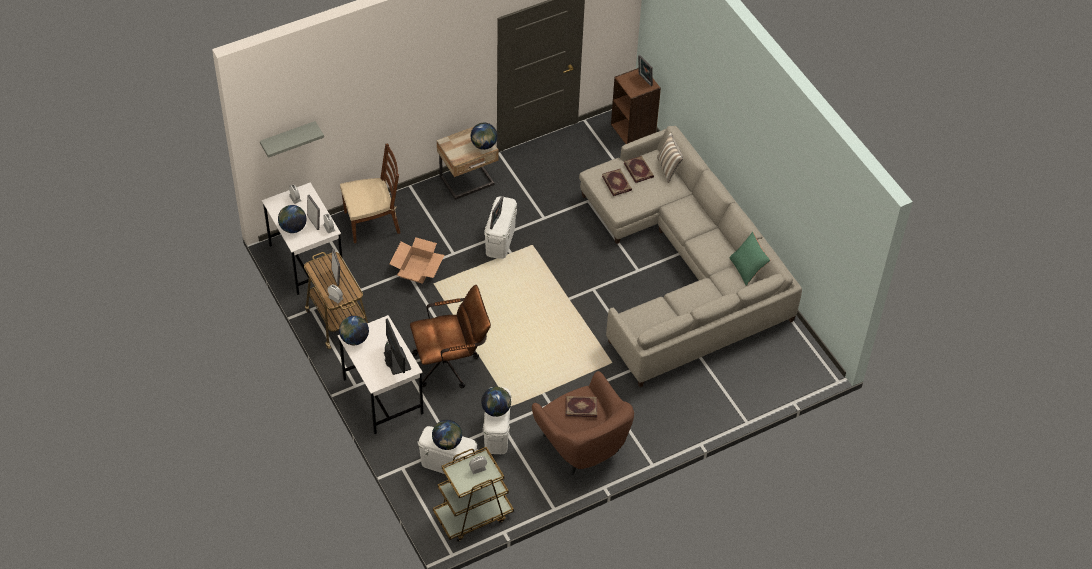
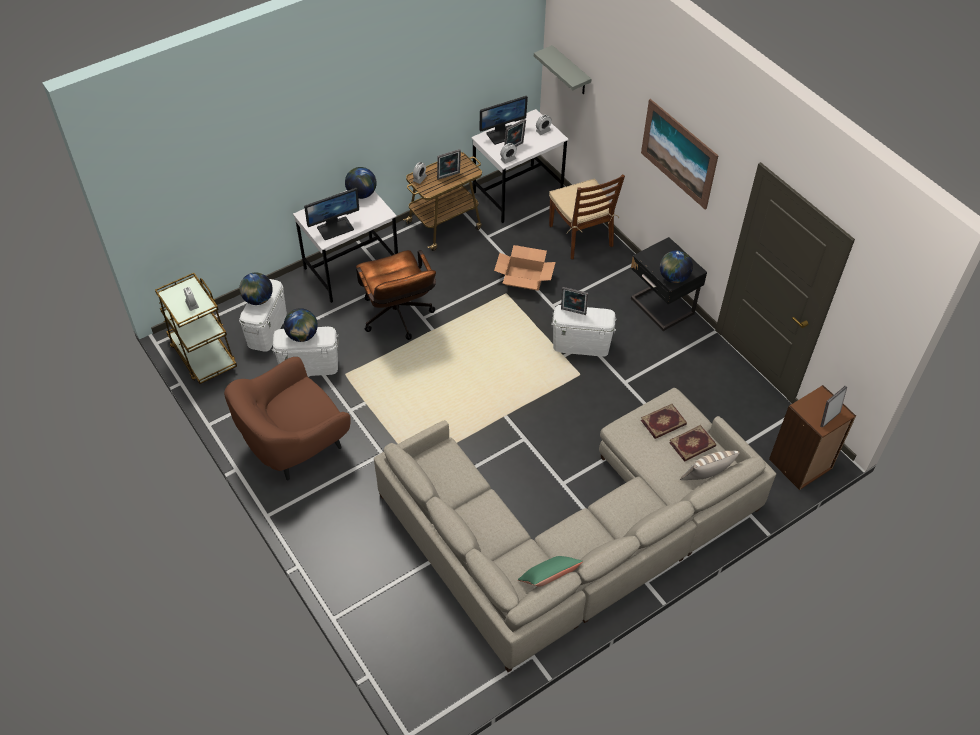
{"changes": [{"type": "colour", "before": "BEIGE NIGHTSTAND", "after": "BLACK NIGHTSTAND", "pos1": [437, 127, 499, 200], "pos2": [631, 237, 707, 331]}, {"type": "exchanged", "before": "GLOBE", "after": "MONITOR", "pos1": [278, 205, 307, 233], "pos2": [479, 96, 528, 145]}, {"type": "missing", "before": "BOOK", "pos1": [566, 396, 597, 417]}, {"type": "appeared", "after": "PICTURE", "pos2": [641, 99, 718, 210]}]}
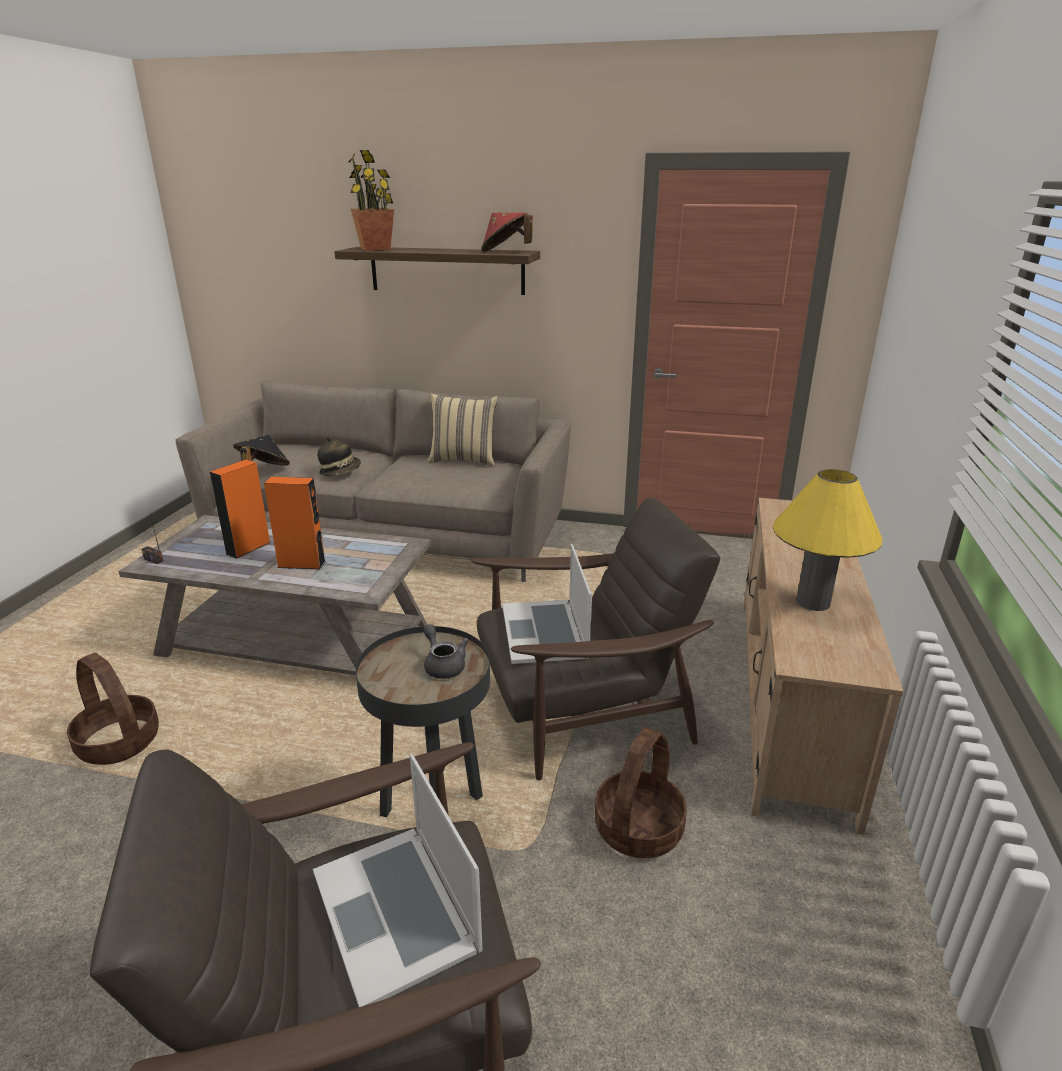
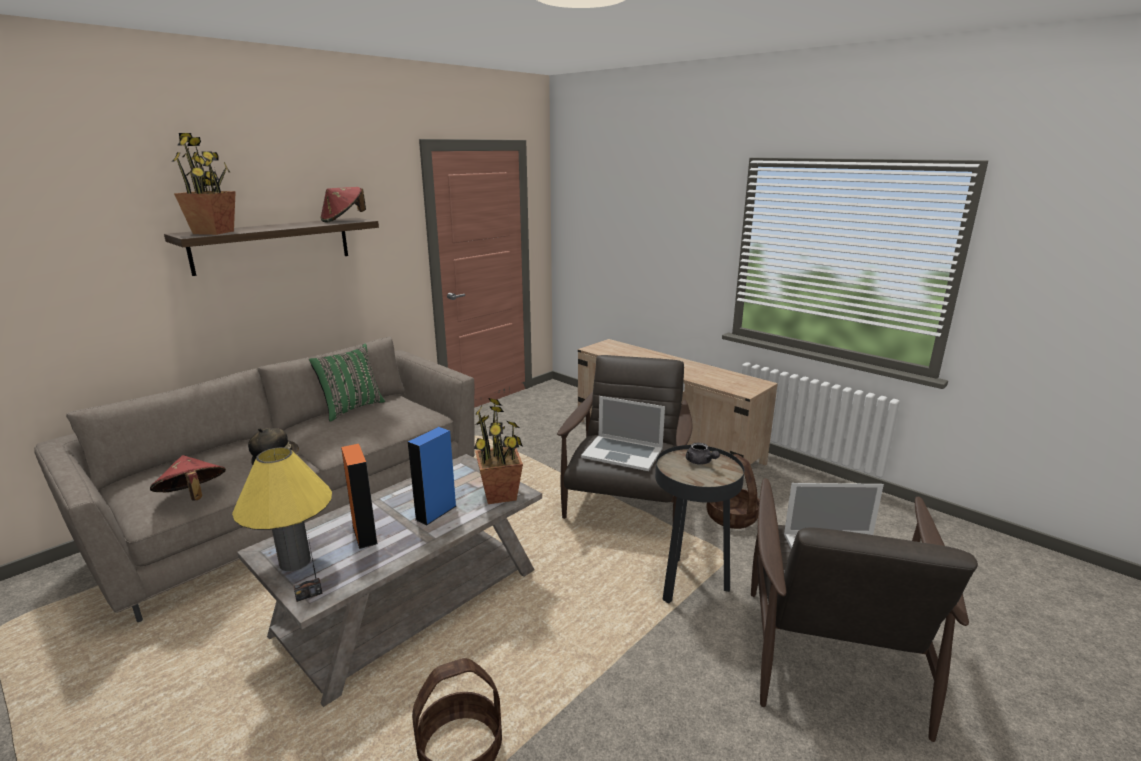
{"changes": [{"type": "colour", "before": "BEIGE PILLOW", "after": "GREEN PILLOW", "pos1": [428, 394, 498, 467], "pos2": [309, 343, 385, 422]}, {"type": "colour", "before": "BLACK HAT", "after": "RED HAT", "pos1": [233, 435, 290, 465], "pos2": [150, 455, 226, 501]}, {"type": "relocated", "before": "YELLOW TABLE LAMP", "pos1": [773, 469, 882, 611], "pos2": [232, 447, 332, 571]}, {"type": "colour", "before": "ORANGE SPEAKER", "after": "BLUE SPEAKER", "pos1": [264, 477, 326, 569], "pos2": [408, 427, 456, 525]}, {"type": "spun", "before": "GREY TEAPOT", "pos1": [423, 624, 468, 679], "pos2": [686, 443, 720, 465], "turn": -120}, {"type": "appeared", "after": "POTTED PLANT", "pos2": [474, 398, 523, 504]}]}
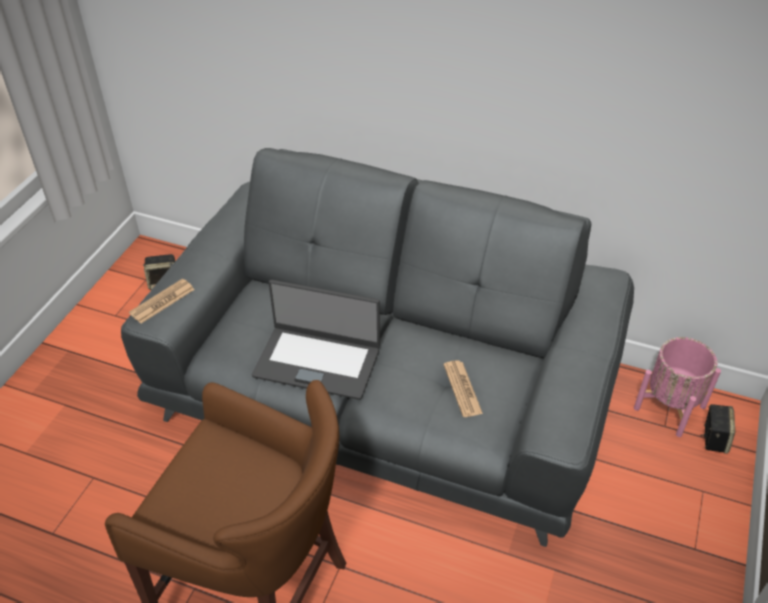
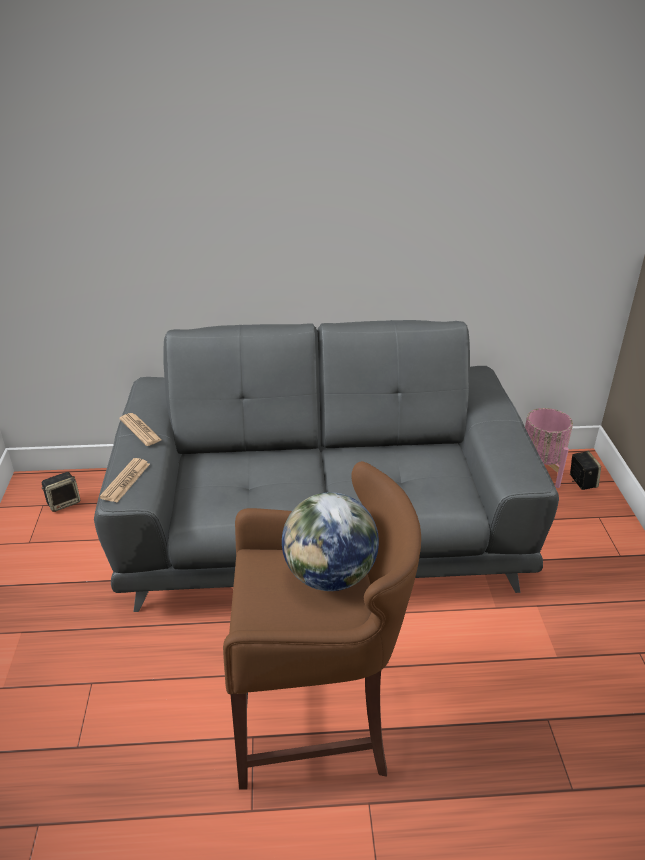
{"changes": [{"type": "missing", "before": "LAPTOP", "pos1": [252, 280, 380, 400]}, {"type": "relocated", "before": "NEWSPAPER", "pos1": [443, 360, 483, 417], "pos2": [119, 413, 162, 446]}, {"type": "appeared", "after": "GLOBE", "pos2": [282, 492, 379, 591]}]}
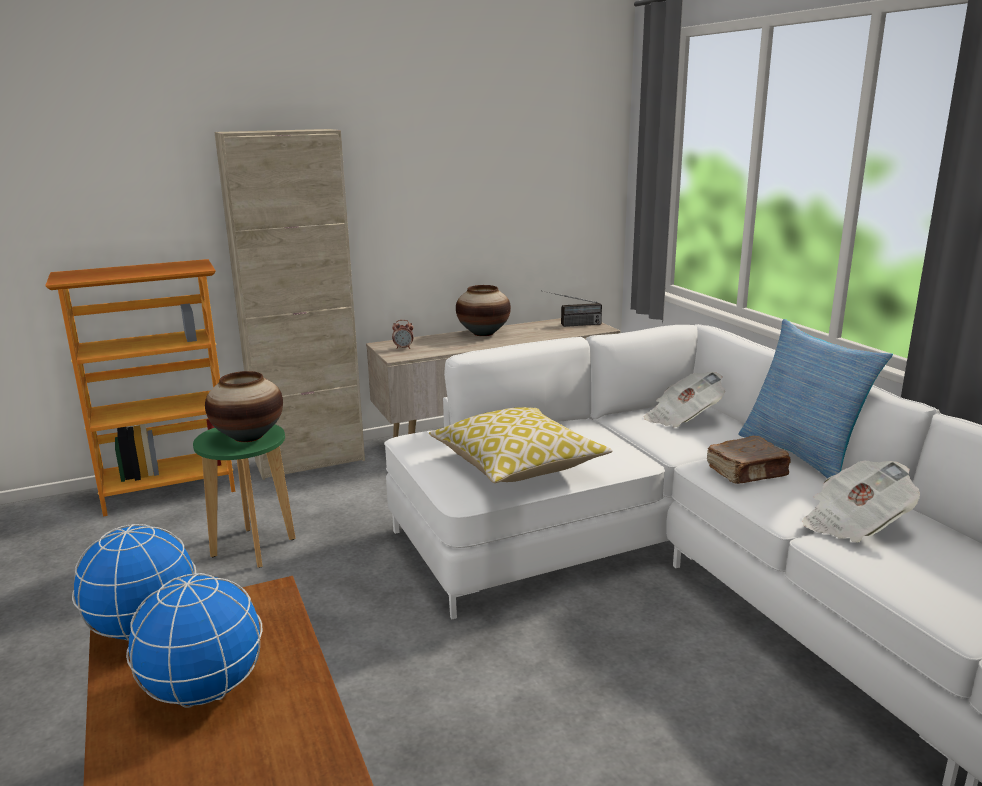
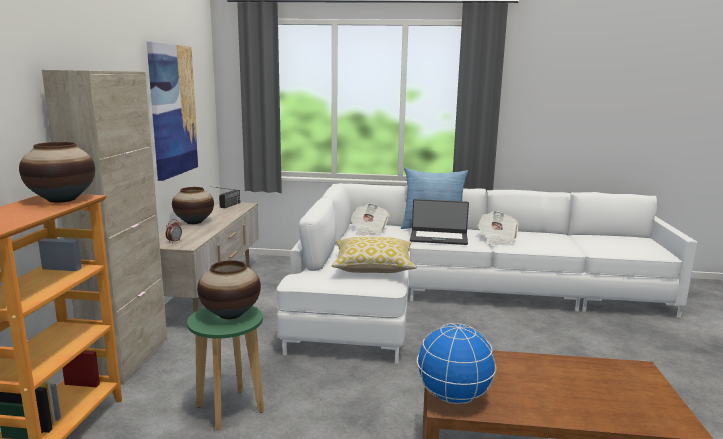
{"changes": [{"type": "exchanged", "before": "BROWN BOOK", "after": "LAPTOP", "pos1": [707, 436, 791, 484], "pos2": [410, 199, 469, 245]}, {"type": "missing", "before": "GLOBE", "pos1": [126, 573, 262, 708]}, {"type": "appeared", "after": "PICTURE", "pos2": [147, 42, 199, 181]}, {"type": "appeared", "after": "VASE", "pos2": [19, 142, 95, 203]}]}
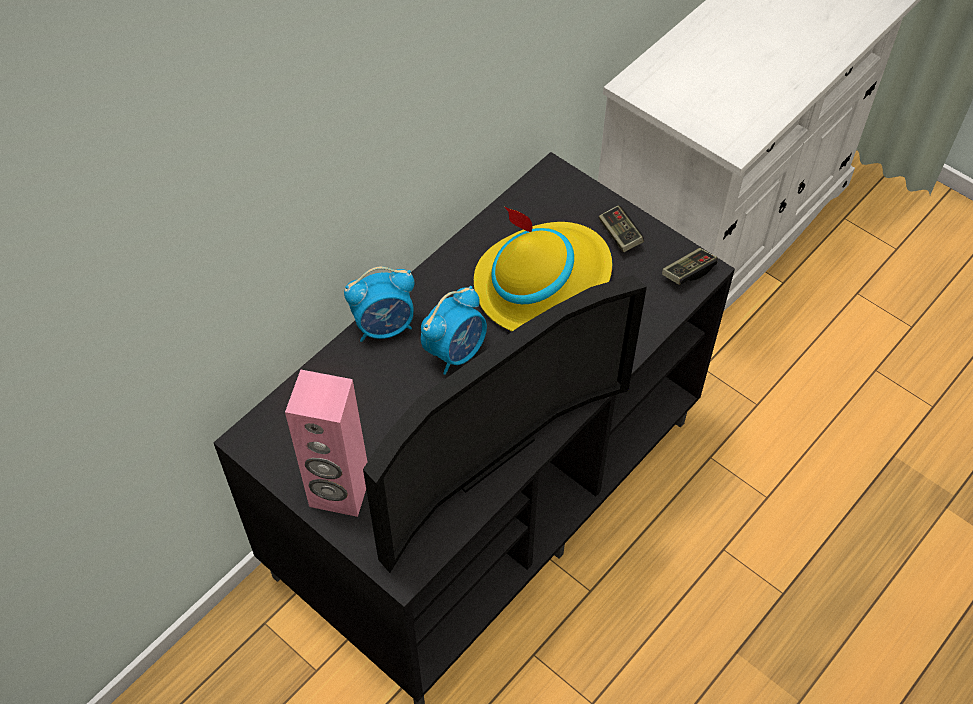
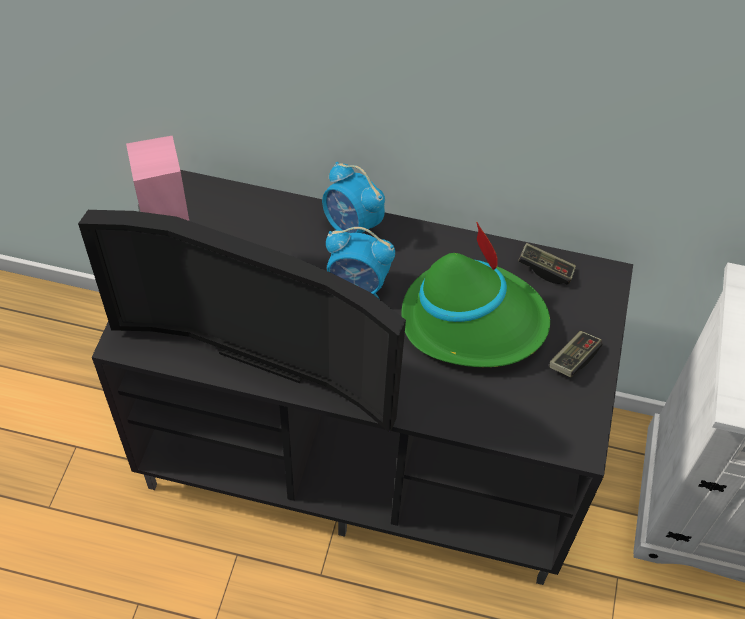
{"changes": [{"type": "colour", "before": "YELLOW HAT", "after": "GREEN HAT", "pos1": [474, 206, 612, 331], "pos2": [401, 222, 550, 367]}, {"type": "relocated", "before": "GAME CONTROLLER", "pos1": [662, 248, 718, 285], "pos2": [518, 243, 576, 285]}]}
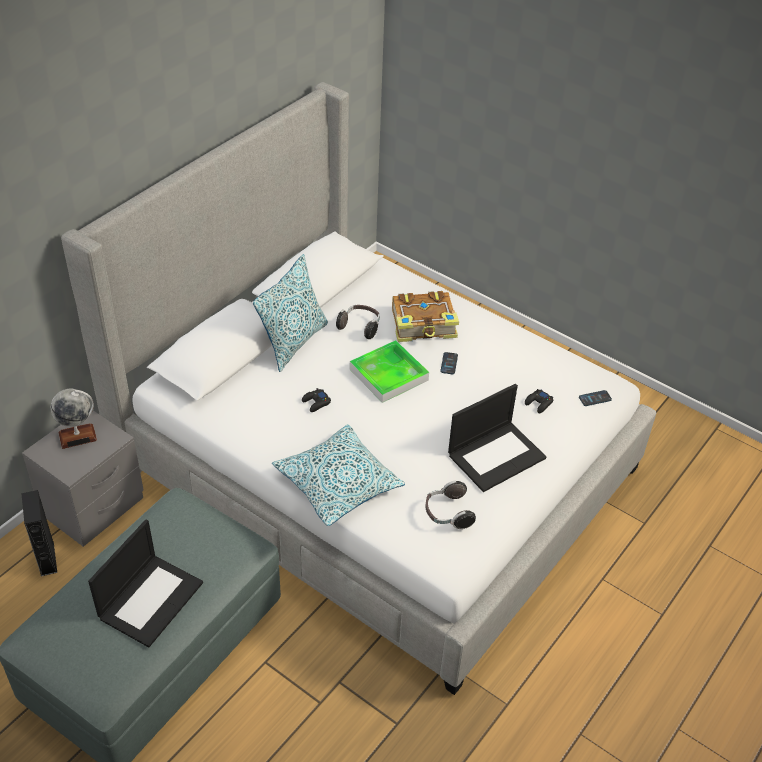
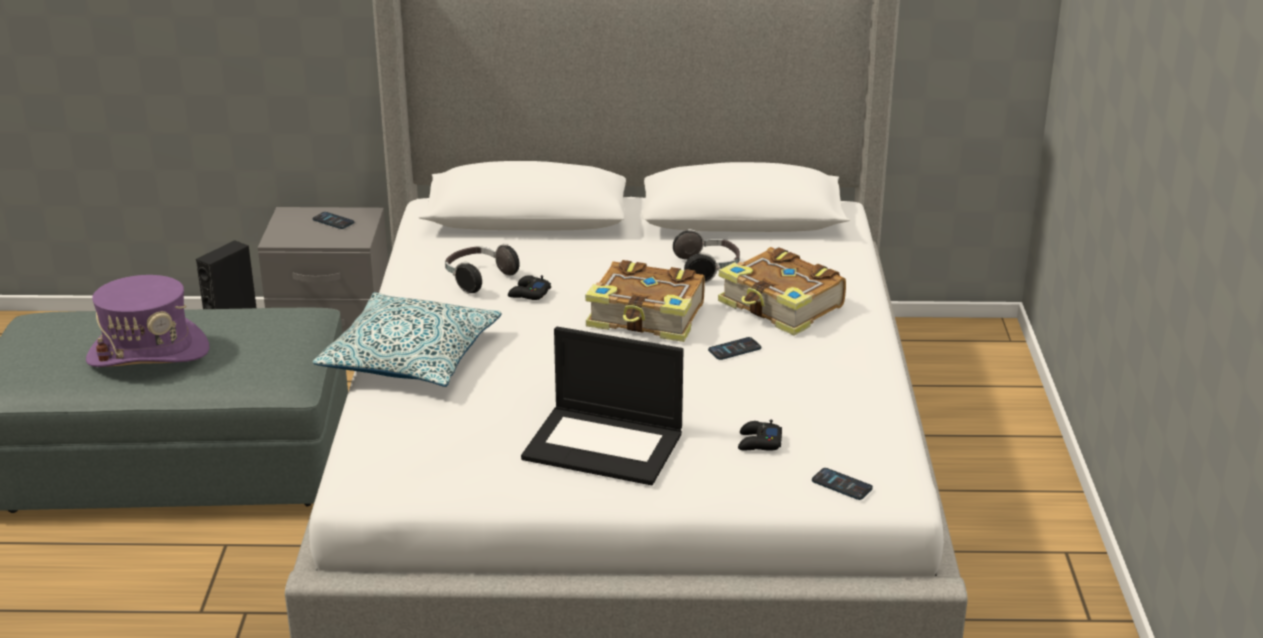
{"changes": [{"type": "missing", "before": "PILLOW", "pos1": [253, 254, 328, 372]}, {"type": "exchanged", "before": "TRAY", "after": "BOOK", "pos1": [350, 340, 429, 403], "pos2": [585, 260, 705, 342]}, {"type": "exchanged", "before": "GLOBE", "after": "PHONE", "pos1": [51, 389, 97, 449], "pos2": [313, 212, 354, 229]}, {"type": "relocated", "before": "HEADPHONES", "pos1": [426, 481, 476, 529], "pos2": [445, 244, 520, 294]}, {"type": "exchanged", "before": "LAPTOP", "after": "PURPLE HAT", "pos1": [88, 520, 203, 648], "pos2": [86, 275, 209, 367]}]}
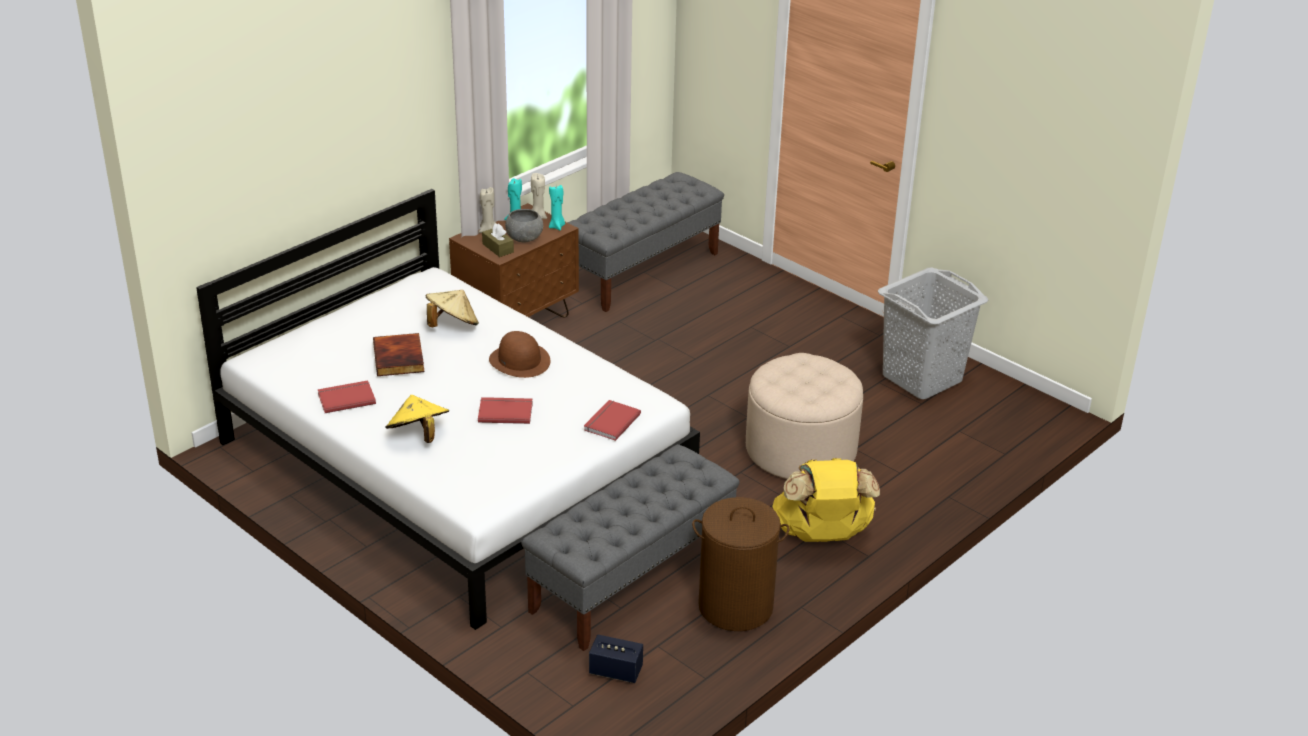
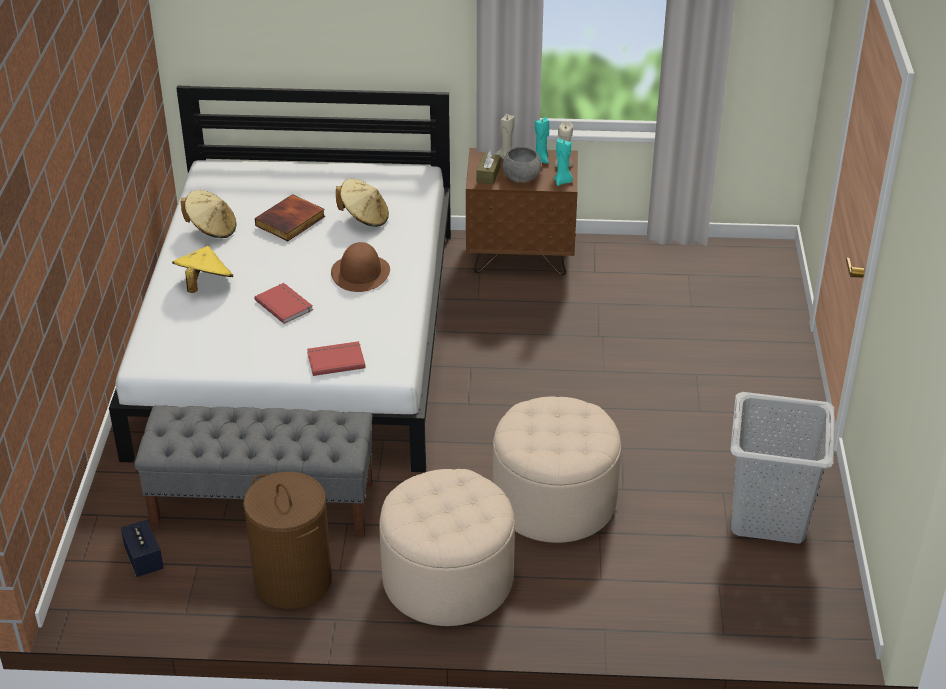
{"changes": [{"type": "missing", "before": "GREY BENCH", "pos1": [567, 172, 724, 312]}, {"type": "exchanged", "before": "RED BOOK", "after": "BEIGE HAT", "pos1": [317, 380, 376, 413], "pos2": [181, 190, 236, 238]}, {"type": "exchanged", "before": "YELLOW BACKPACK", "after": "BEIGE OTTOMAN", "pos1": [772, 458, 880, 542], "pos2": [379, 469, 515, 626]}]}
